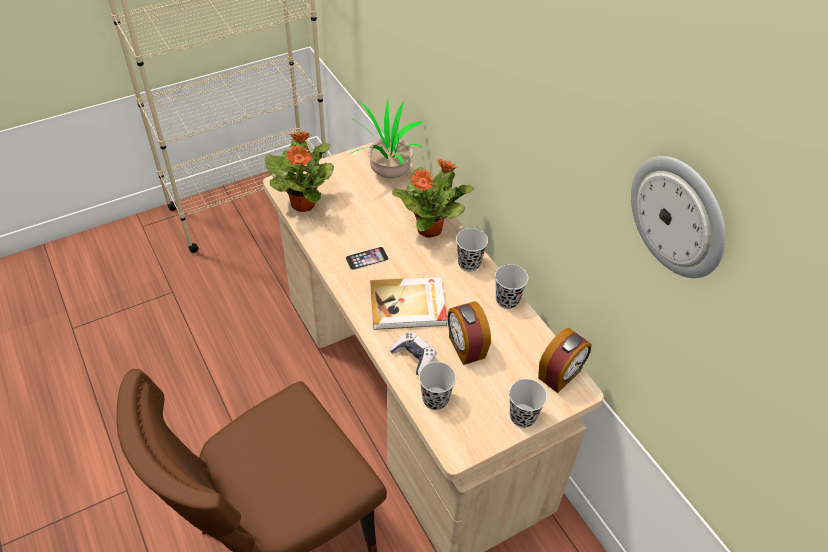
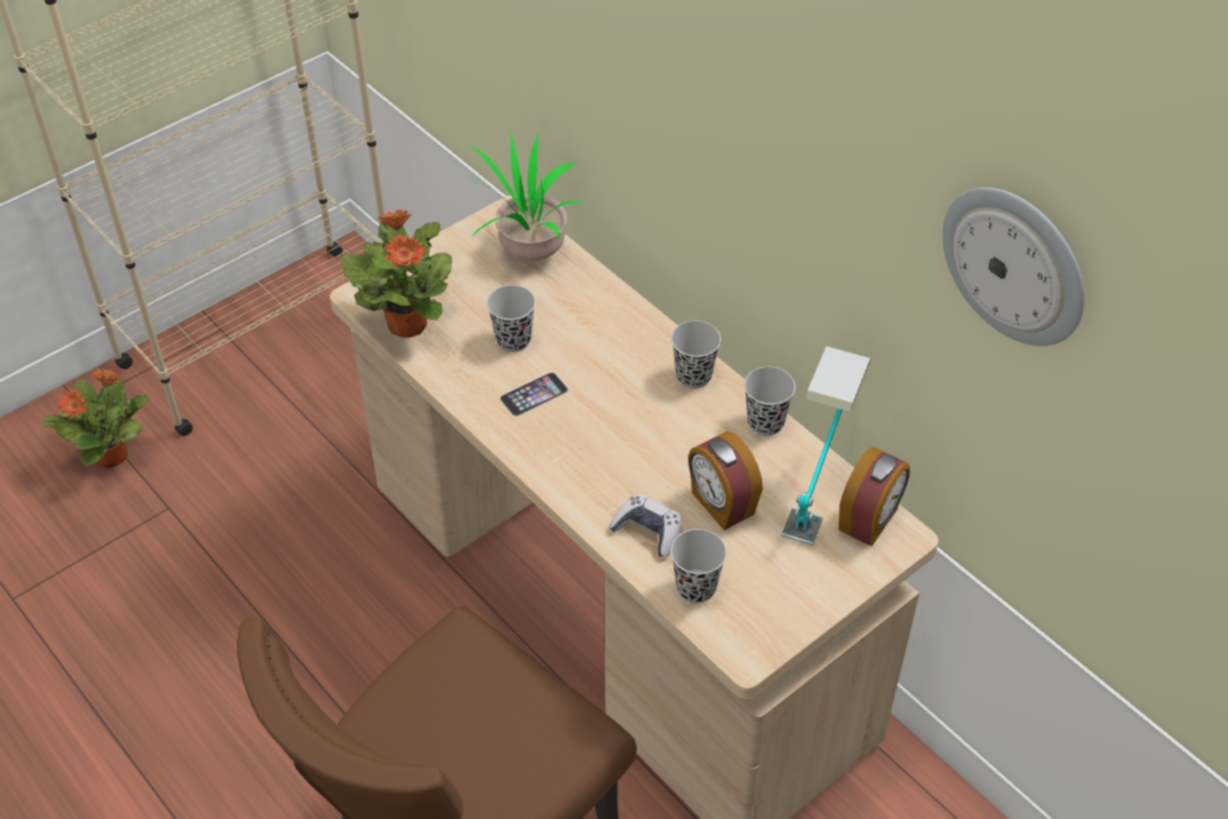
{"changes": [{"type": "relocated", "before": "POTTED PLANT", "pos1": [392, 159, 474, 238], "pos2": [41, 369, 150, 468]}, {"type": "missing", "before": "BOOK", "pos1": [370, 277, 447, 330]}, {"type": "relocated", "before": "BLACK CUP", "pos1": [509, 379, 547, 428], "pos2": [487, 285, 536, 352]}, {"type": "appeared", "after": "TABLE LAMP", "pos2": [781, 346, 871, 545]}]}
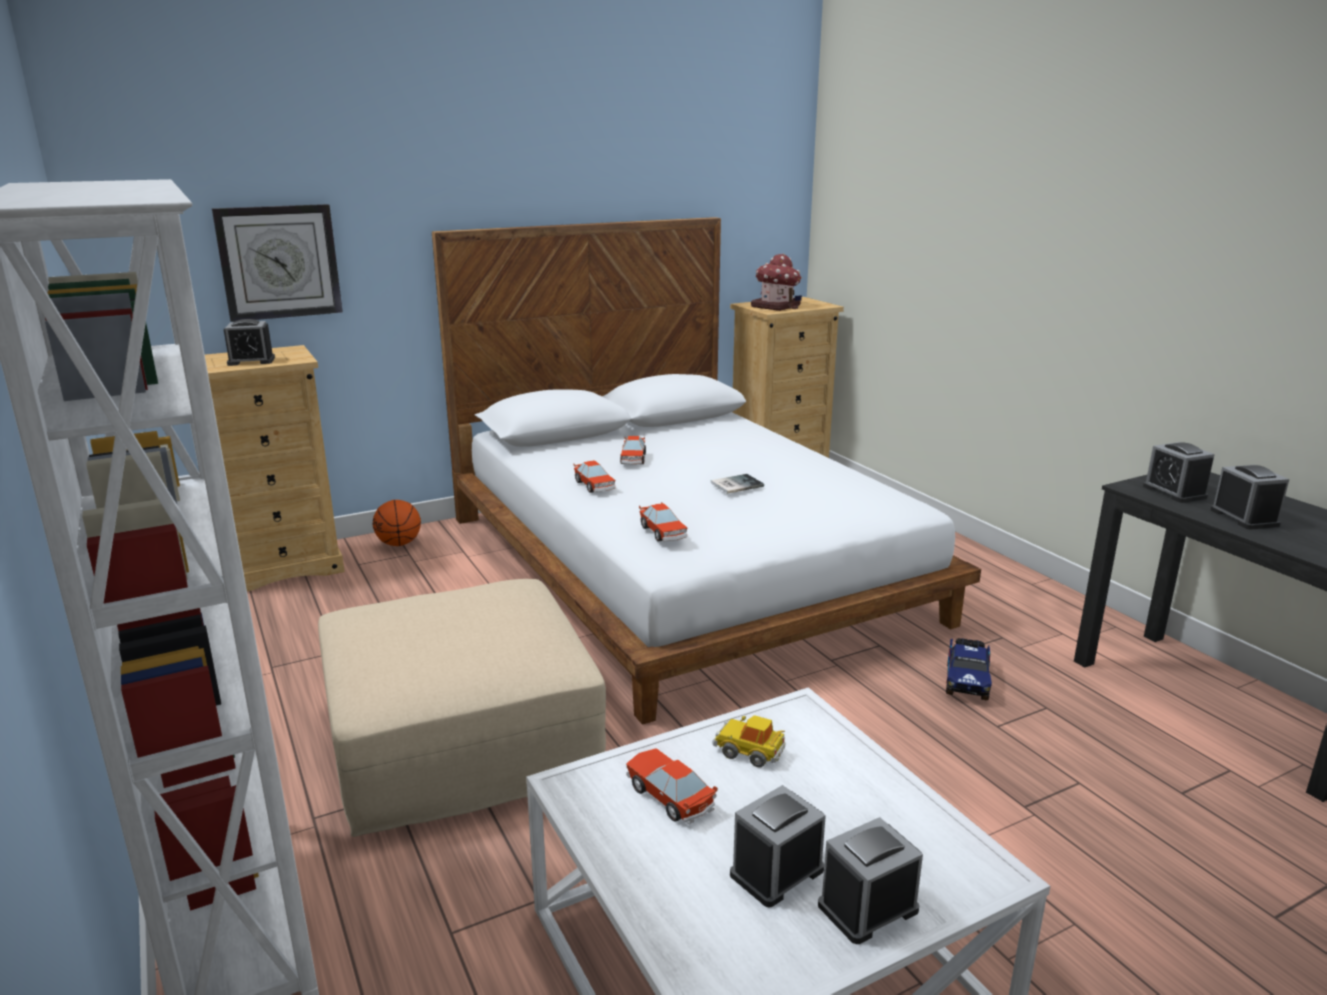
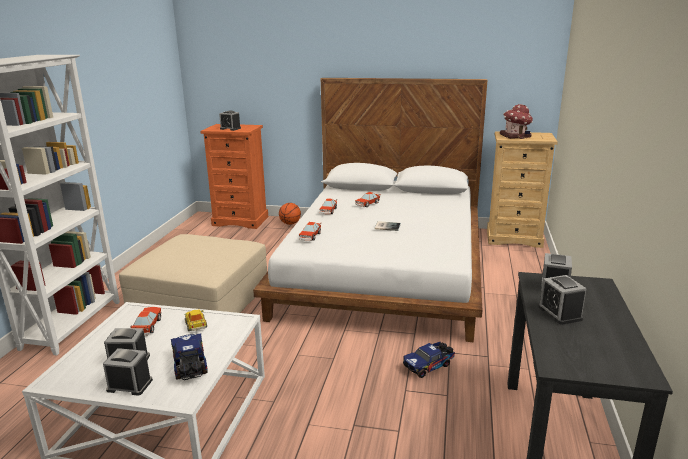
{"changes": [{"type": "missing", "before": "WALL CLOCK", "pos1": [212, 204, 343, 322]}, {"type": "colour", "before": "BEIGE DRESSER", "after": "ORANGE DRESSER", "pos1": [205, 345, 345, 591], "pos2": [200, 124, 268, 229]}, {"type": "spun", "before": "ALARM CLOCK", "pos1": [1210, 465, 1289, 530], "pos2": [538, 275, 586, 325], "turn": 135}, {"type": "appeared", "after": "TOY TRUCK", "pos2": [171, 334, 208, 380]}]}
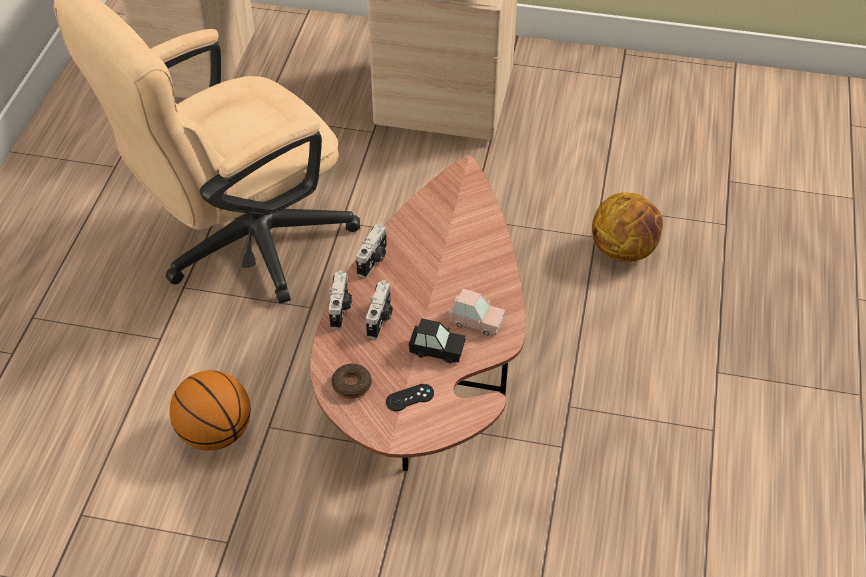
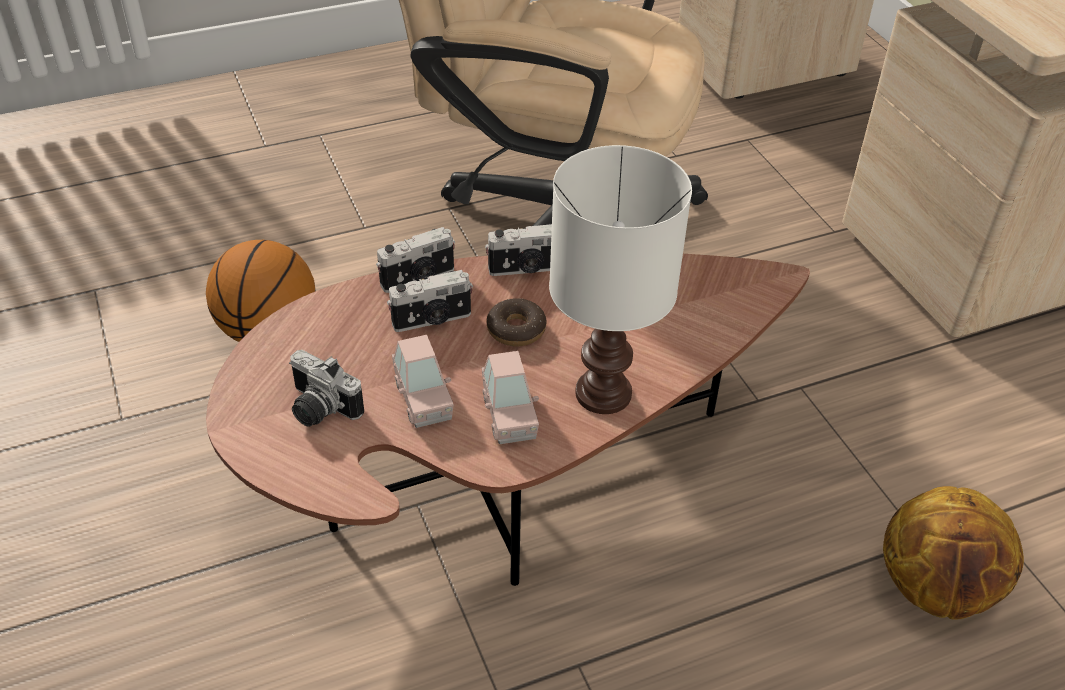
{"changes": [{"type": "colour", "before": "BLACK TOY CAR", "after": "PINK TOY CAR", "pos1": [409, 318, 466, 364], "pos2": [392, 335, 454, 428]}, {"type": "relocated", "before": "DONUT", "pos1": [331, 364, 372, 399], "pos2": [487, 298, 546, 346]}, {"type": "exchanged", "before": "BLACK GAME CONTROLLER", "after": "PHOTO CAMERA", "pos1": [386, 384, 434, 411], "pos2": [289, 350, 364, 427]}, {"type": "appeared", "after": "WHITE TABLE LAMP", "pos2": [549, 145, 692, 414]}]}
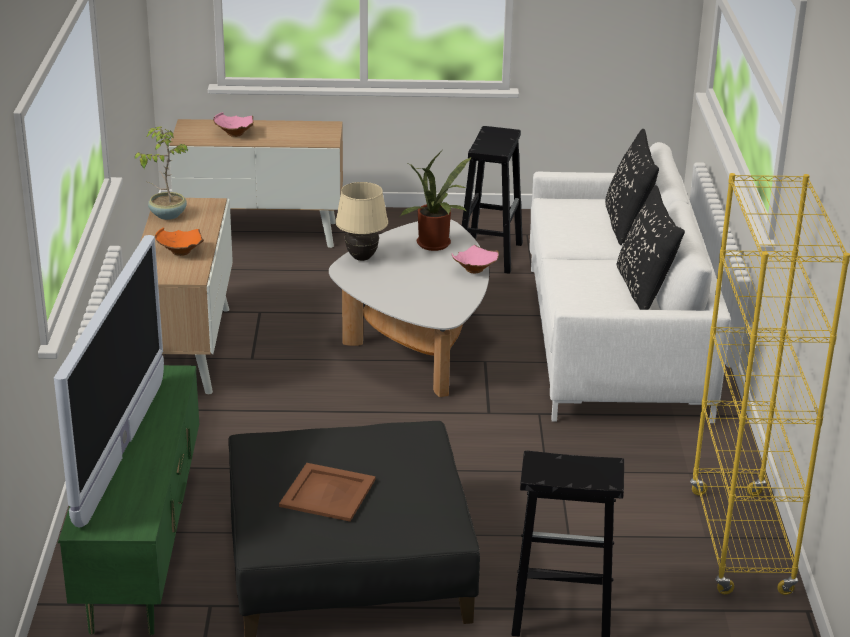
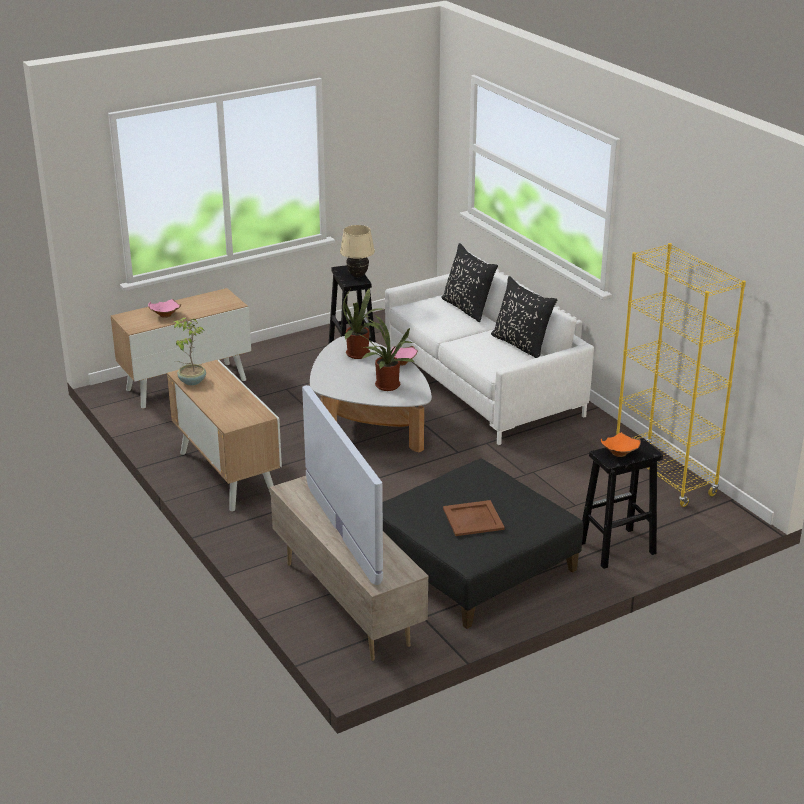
{"changes": [{"type": "relocated", "before": "BEIGE TABLE LAMP", "pos1": [335, 182, 388, 261], "pos2": [340, 225, 375, 277]}, {"type": "relocated", "before": "ORANGE BOWL", "pos1": [155, 228, 204, 256], "pos2": [601, 432, 641, 457]}, {"type": "colour", "before": "GREEN TV STAND", "after": "BEIGE TV STAND", "pos1": [58, 365, 199, 635], "pos2": [269, 476, 429, 661]}, {"type": "appeared", "after": "POTTED PLANT", "pos2": [358, 315, 414, 391]}]}
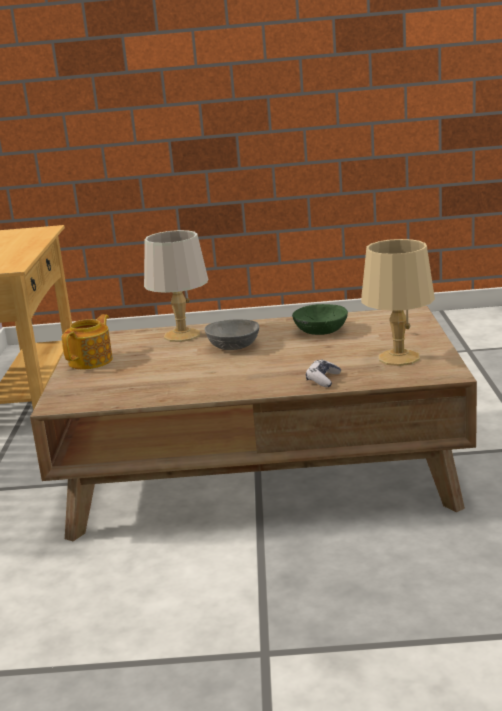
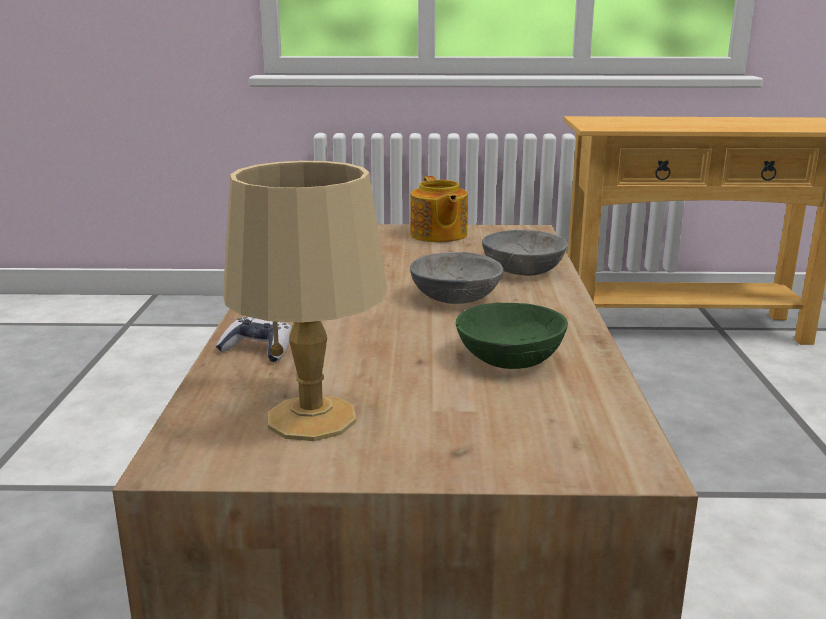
{"changes": [{"type": "exchanged", "before": "GREY TABLE LAMP", "after": "GREY BOWL", "pos1": [144, 230, 208, 342], "pos2": [482, 230, 568, 276]}, {"type": "spun", "before": "TEAPOT", "pos1": [62, 314, 113, 369], "pos2": [410, 176, 468, 242], "turn": 45}]}
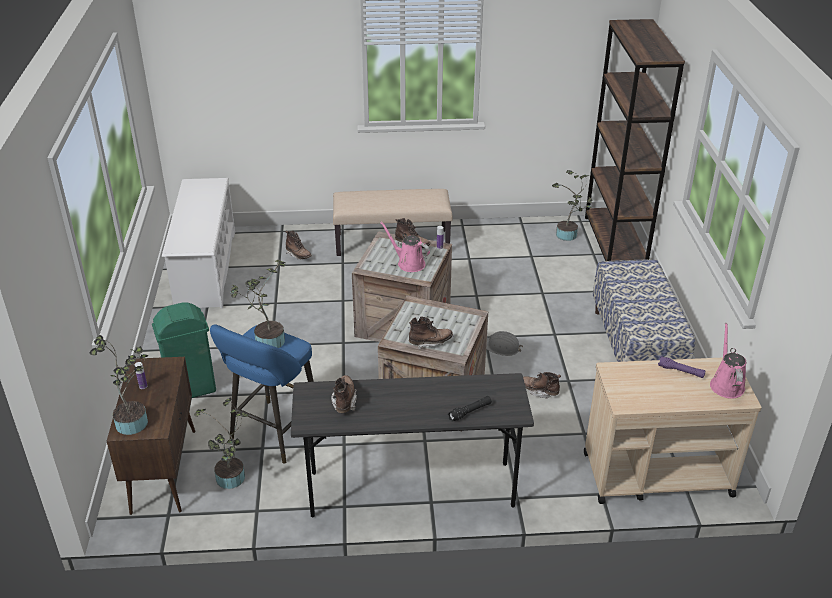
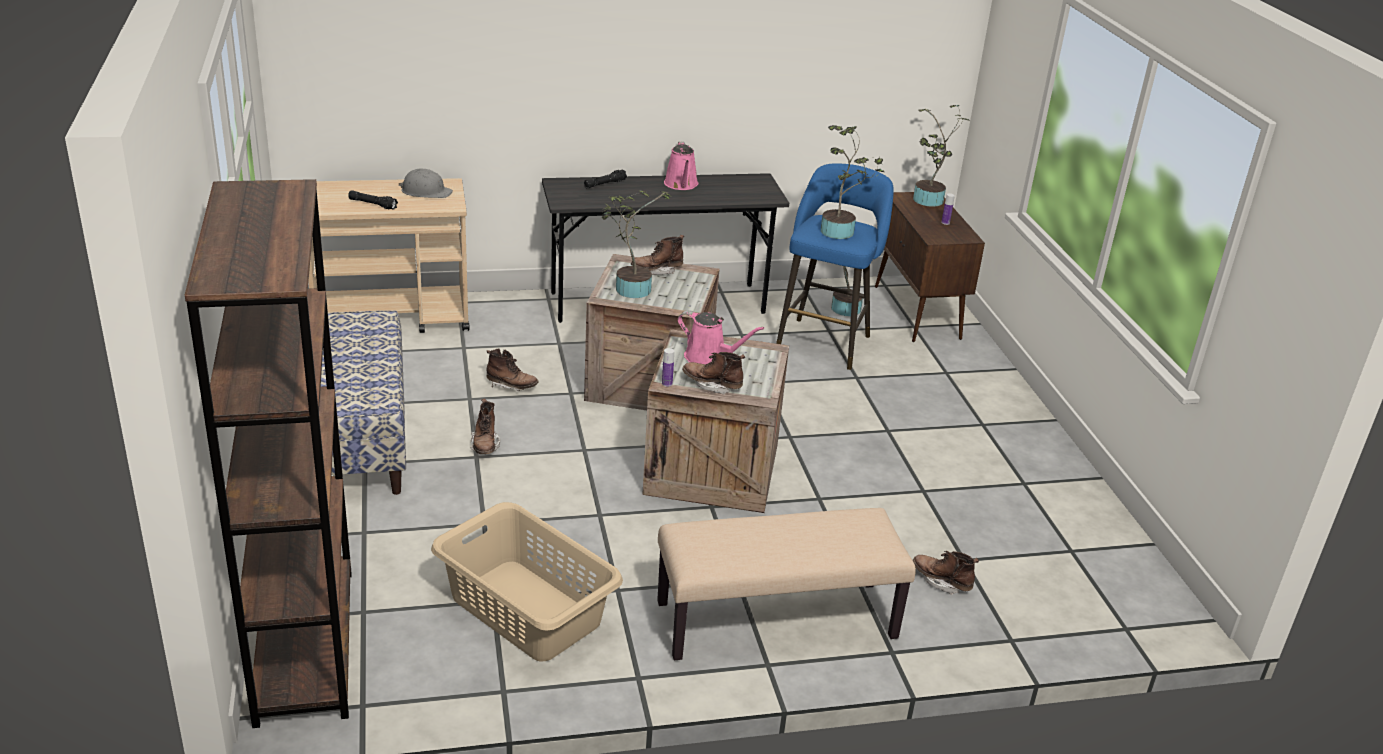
{"changes": [{"type": "relocated", "before": "POTTED PLANT", "pos1": [552, 170, 592, 241], "pos2": [602, 190, 672, 298]}, {"type": "missing", "before": "WHITE SHOE RACK", "pos1": [162, 178, 235, 308]}, {"type": "missing", "before": "GREEN TRASH CAN", "pos1": [152, 302, 216, 398]}, {"type": "relocated", "before": "PINK WATERING CAN", "pos1": [710, 323, 746, 399], "pos2": [664, 142, 699, 190]}, {"type": "relocated", "before": "GREY HARD HAT", "pos1": [486, 331, 523, 356], "pos2": [399, 169, 453, 198]}, {"type": "colour", "before": "PURPLE FLASHLIGHT", "after": "BLACK FLASHLIGHT", "pos1": [658, 356, 705, 378], "pos2": [348, 190, 398, 210]}, {"type": "relocated", "before": "BROWN BOOT", "pos1": [331, 375, 357, 413], "pos2": [471, 398, 500, 454]}, {"type": "appeared", "after": "BEIGE LAUNDRY BASKET", "pos2": [431, 502, 623, 662]}]}
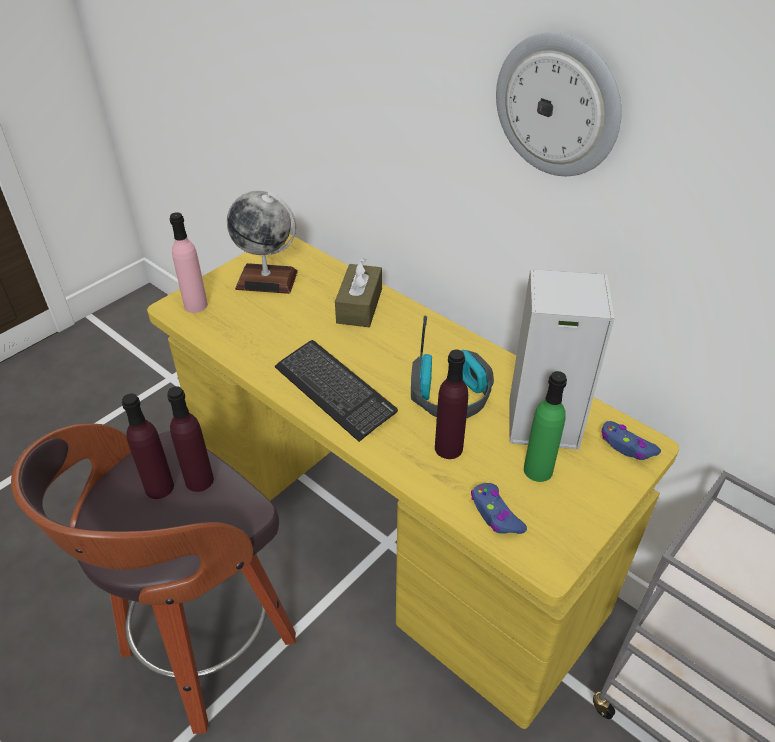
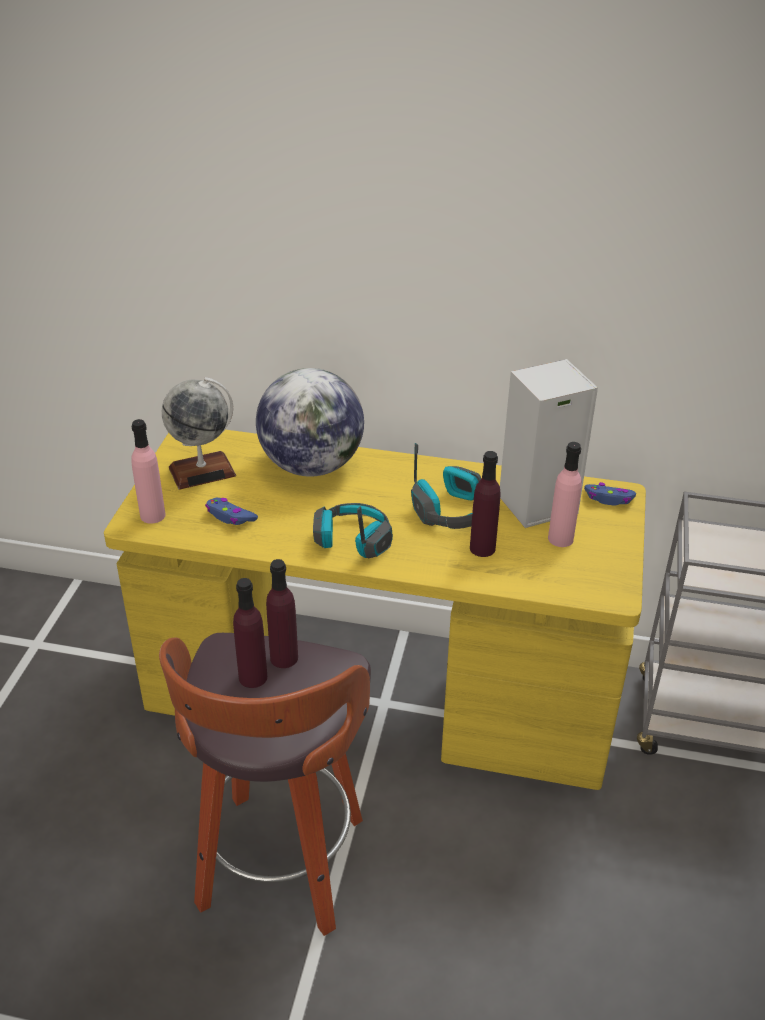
{"changes": [{"type": "missing", "before": "WALL CLOCK", "pos1": [496, 32, 622, 176]}, {"type": "exchanged", "before": "BROWN TISSUE BOX", "after": "GLOBE", "pos1": [335, 258, 382, 327], "pos2": [256, 368, 364, 476]}, {"type": "exchanged", "before": "KEYBOARD", "after": "HEADPHONES", "pos1": [275, 340, 398, 442], "pos2": [313, 503, 393, 558]}, {"type": "colour", "before": "GREEN BOTTLE", "after": "PINK BOTTLE", "pos1": [524, 371, 567, 482], "pos2": [548, 442, 582, 547]}, {"type": "relocated", "before": "BLUE GAME CONTROLLER", "pos1": [471, 483, 527, 534], "pos2": [205, 498, 258, 525]}]}
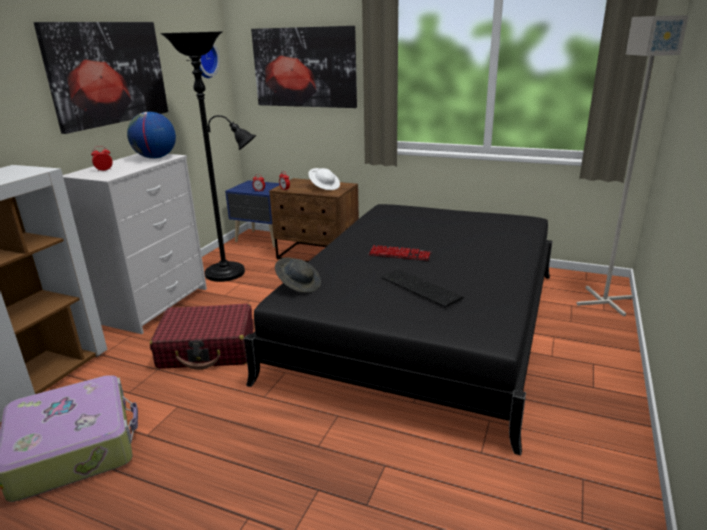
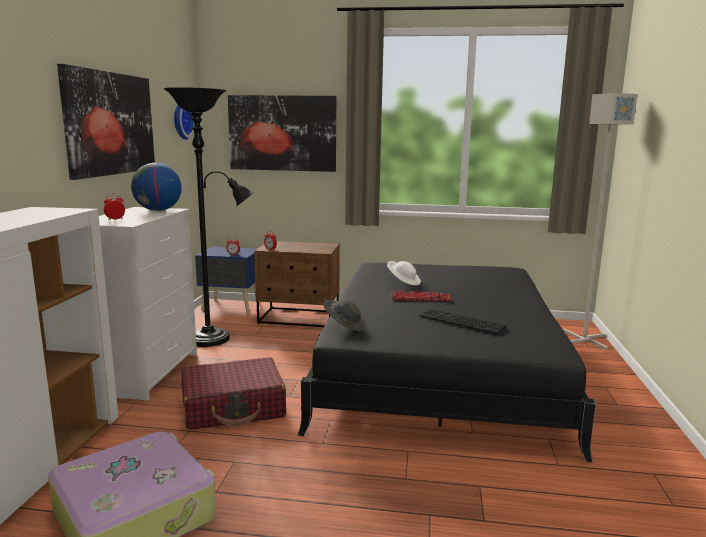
{"changes": [{"type": "relocated", "before": "WHITE HAT", "pos1": [308, 168, 340, 190], "pos2": [387, 261, 421, 285]}]}
